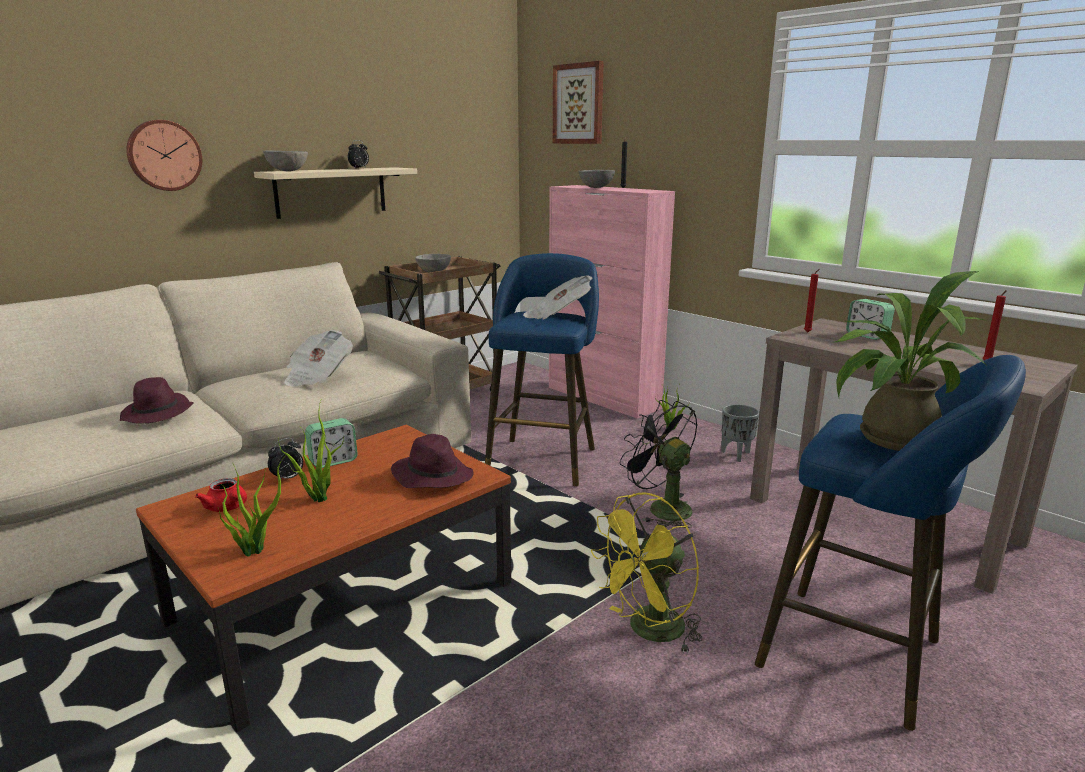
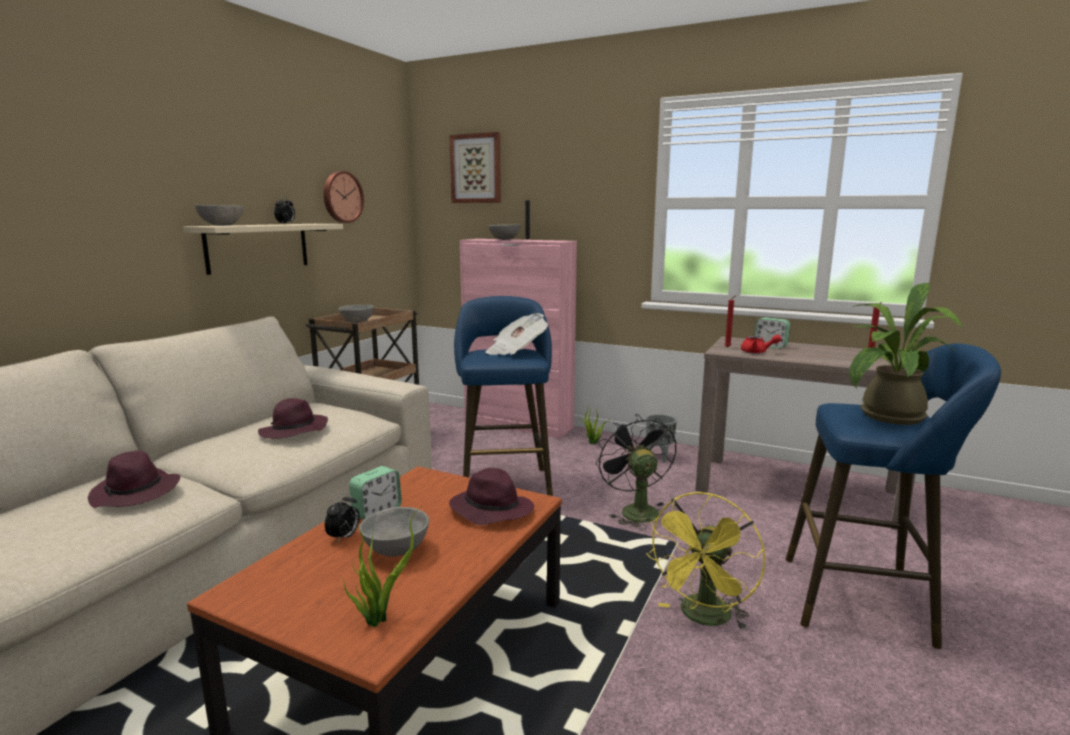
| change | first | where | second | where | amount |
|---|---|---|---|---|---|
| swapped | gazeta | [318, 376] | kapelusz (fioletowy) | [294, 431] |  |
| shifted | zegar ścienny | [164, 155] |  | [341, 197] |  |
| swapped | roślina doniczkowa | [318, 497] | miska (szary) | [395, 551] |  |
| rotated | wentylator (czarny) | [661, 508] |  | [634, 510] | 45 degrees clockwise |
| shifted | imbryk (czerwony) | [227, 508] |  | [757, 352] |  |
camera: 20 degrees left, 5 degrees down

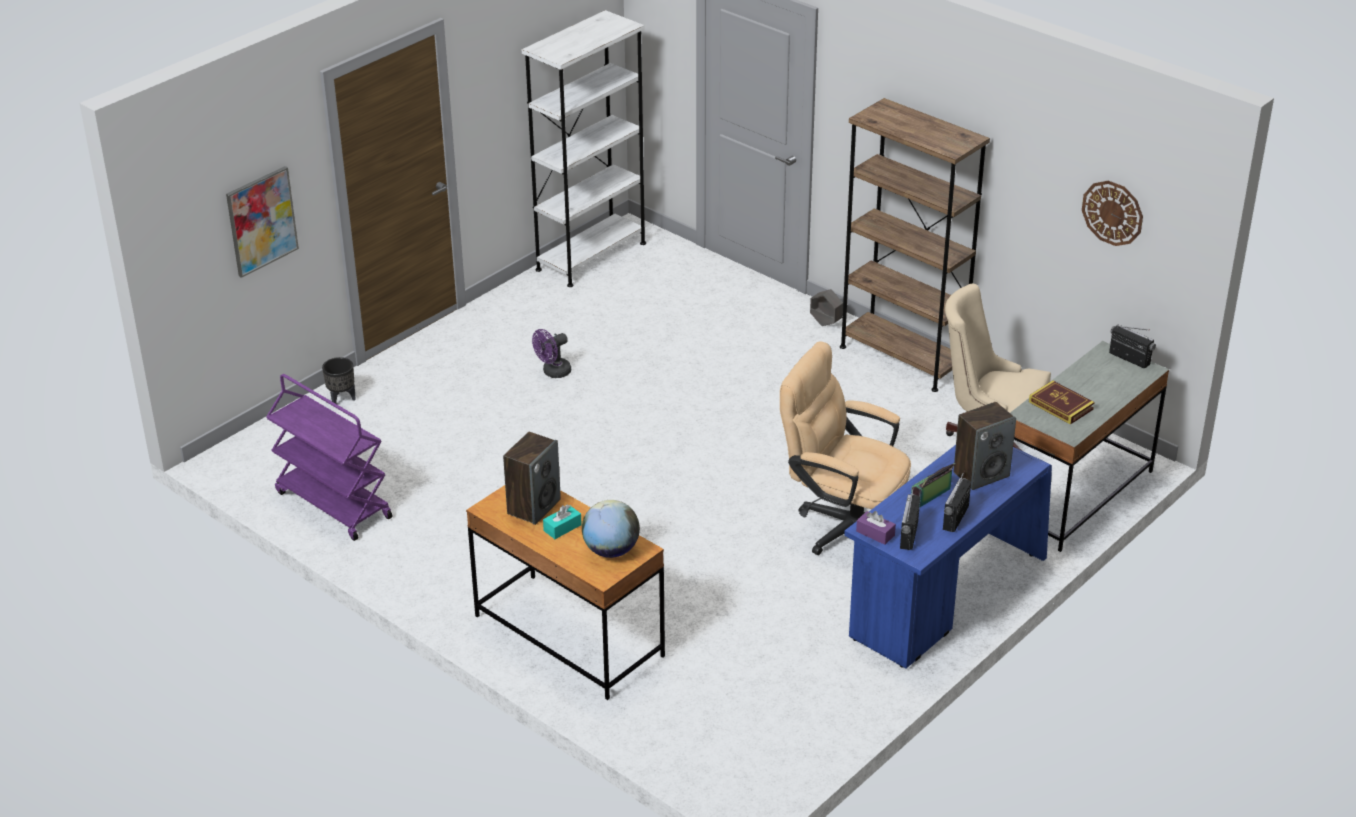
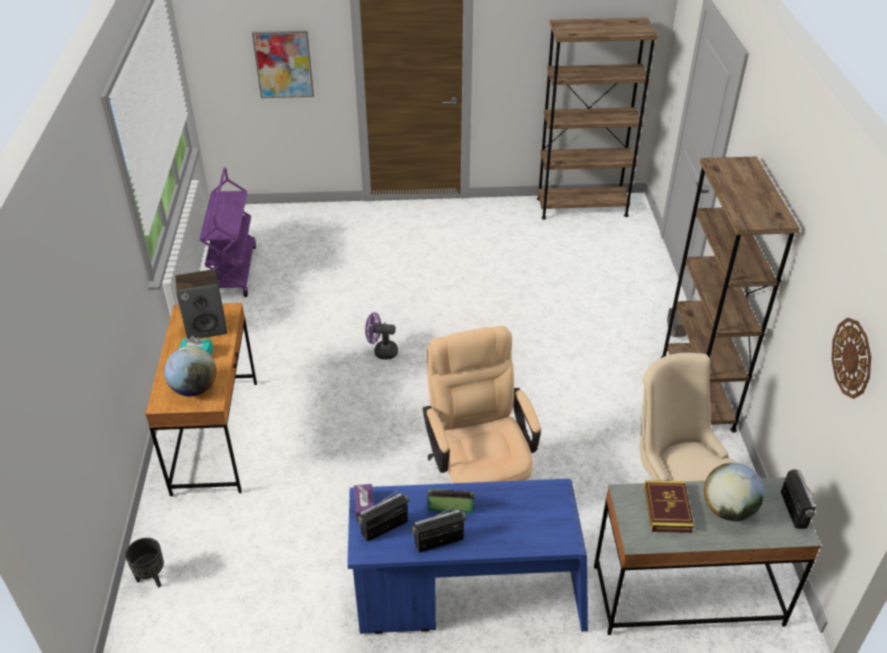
| change | first | where | second | where | amount |
|---|---|---|---|---|---|
| shifted | donica (czarny) | [341, 399] |  | [151, 578] |  |
| shifted | wentylator (fioletowy) | [553, 373] |  | [381, 352] |  |
| repainted | regał (biały) | [591, 256] | regał (brązowy) | [582, 207] |  |
| new |  |  | globus | [728, 510] |  |
| gone | głośnik | [981, 474] |  |  |  |
camera: 45 degrees right, 5 degrees up

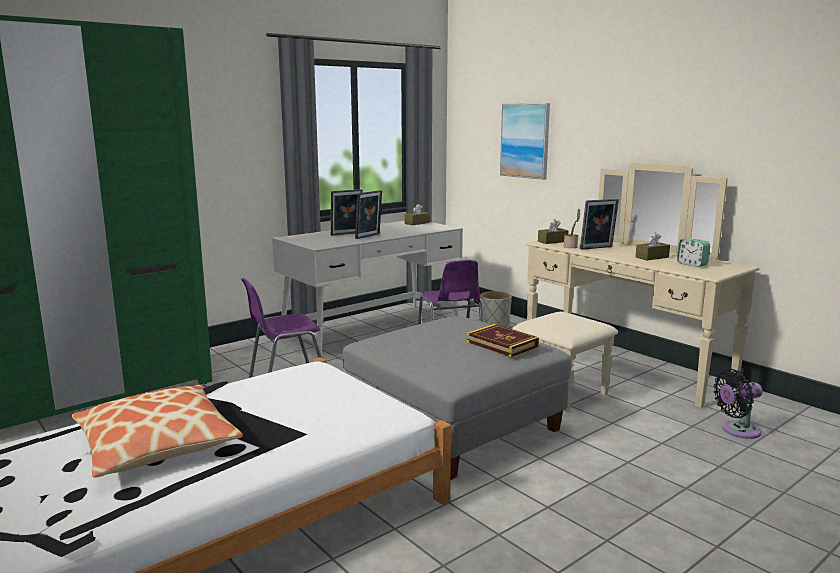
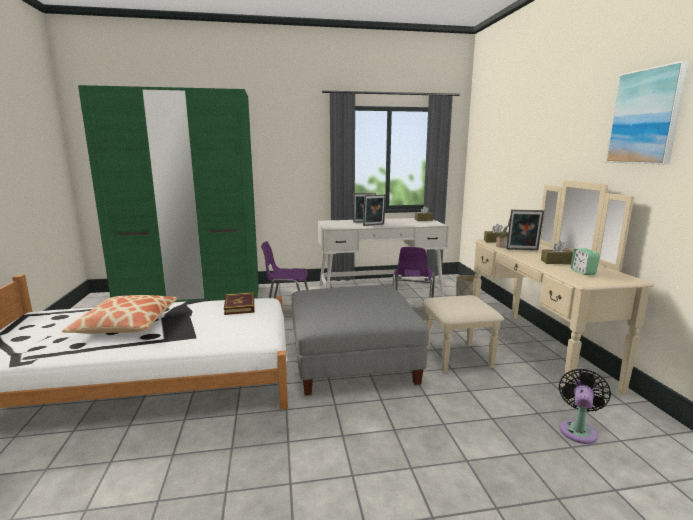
| change | first | where | second | where | amount |
|---|---|---|---|---|---|
| shifted | książka | [501, 344] |  | [239, 306] |  |
| rotated | wentylator (czarny) | [737, 431] |  | [578, 430] | 105 degrees clockwise |
| shifted | obraz | [525, 140] |  | [645, 117] |  |
camera: 30 degrees right, 0 degrees up

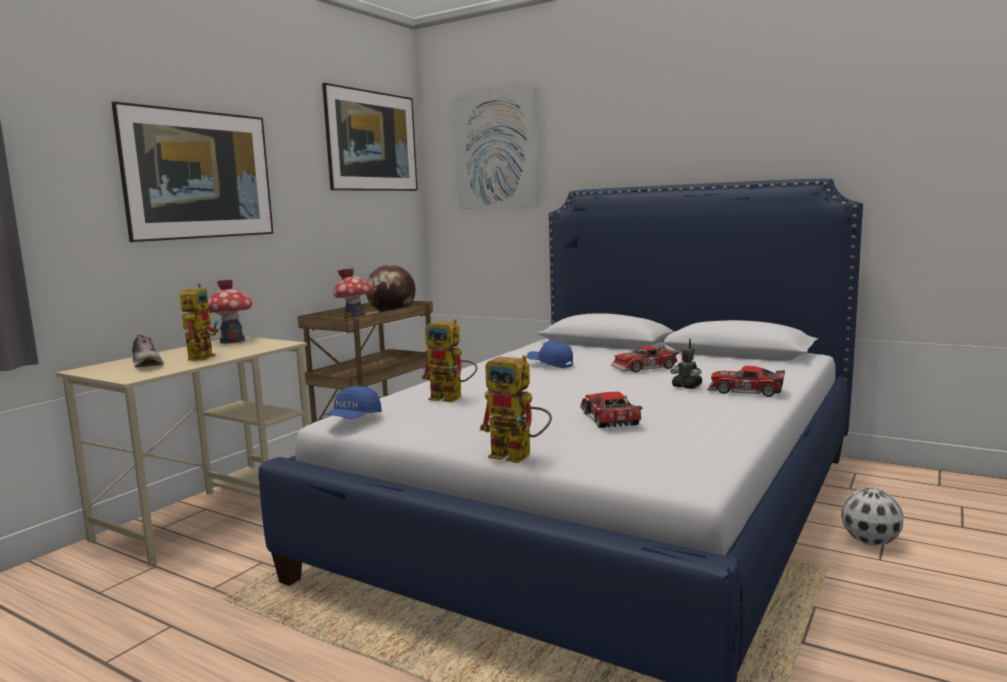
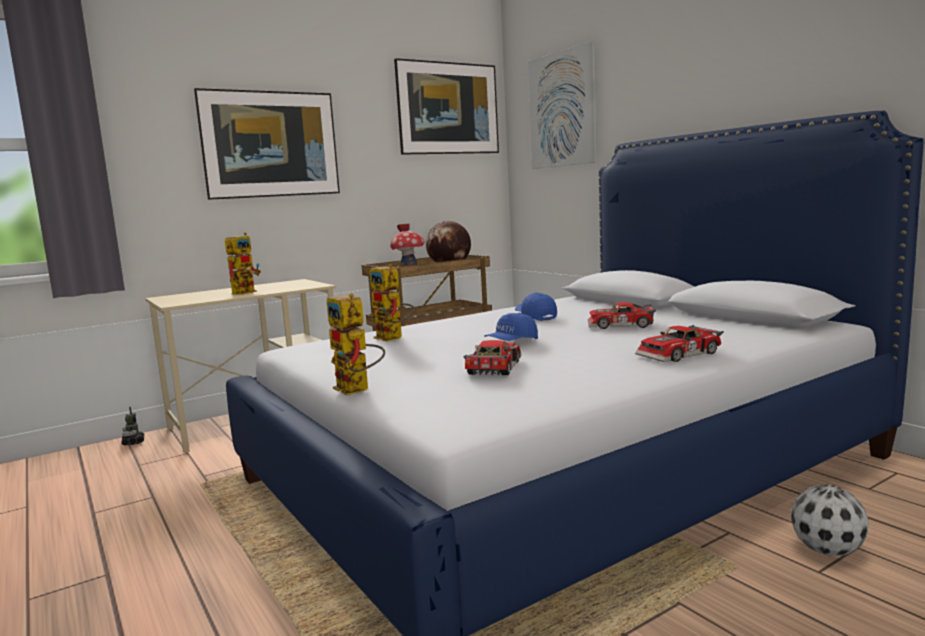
| change | first | where | second | where | amount |
|---|---|---|---|---|---|
| shifted | robot zabawkowy | [687, 386] |  | [133, 442] |  |
| shifted | czapka z daszkiem (niebieski) | [353, 419] |  | [511, 342] |  |
| rotated | samochodzik | [745, 391] |  | [681, 354] | 75 degrees counterclockwise |
| gone | but | [147, 364] |  |  |  |
| gone | domek | [232, 341] |  |  |  |
camera: 25 degrees right, 0 degrees up

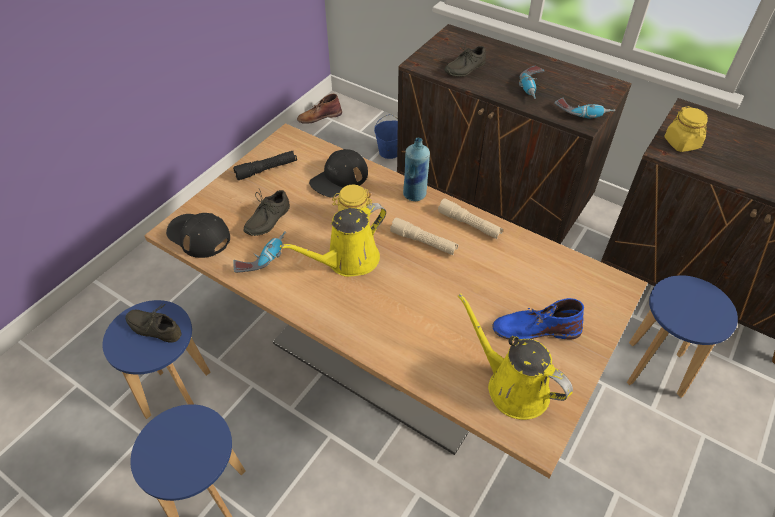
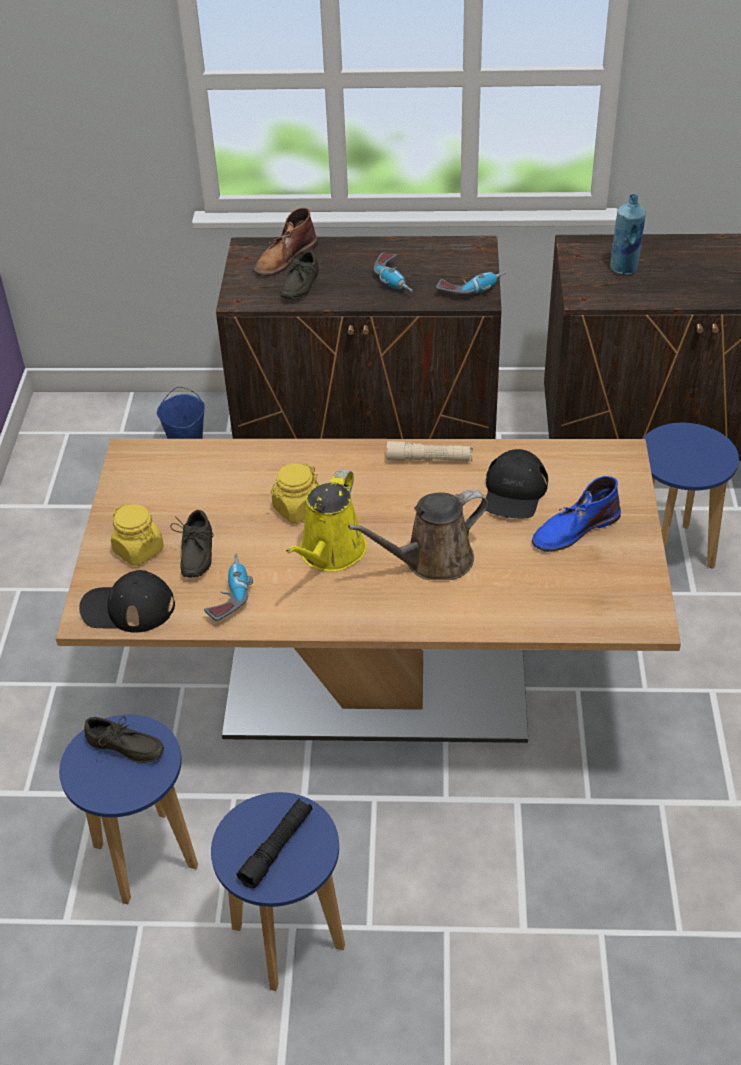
| change | first | where | second | where | amount |
|---|---|---|---|---|---|
| rotated | but (szary) | [156, 327] |  | [124, 749] | 150 degrees counterclockwise |
| shifted | słoik (żółty) | [682, 143] |  | [139, 550] |  |
| shifted | latarka (czarny) | [266, 169] |  | [277, 848] |  |
| shifted | but z cholewką (brązowy) | [319, 116] |  | [284, 258] |  |
| new |  |  | konewka (brązowy) | [432, 561] |  |
| shifted | czapka z daszkiem (czarny) | [339, 178] |  | [514, 492] |  |
| shifted | butelka (niebieski) | [415, 194] |  | [624, 269] |  |
| gone | latarka (beżowy) | [423, 242] |  |  |  |
| gone | konewka (żółty) | [512, 386] |  |  |  |
camera: 30 degrees left, 5 degrees down

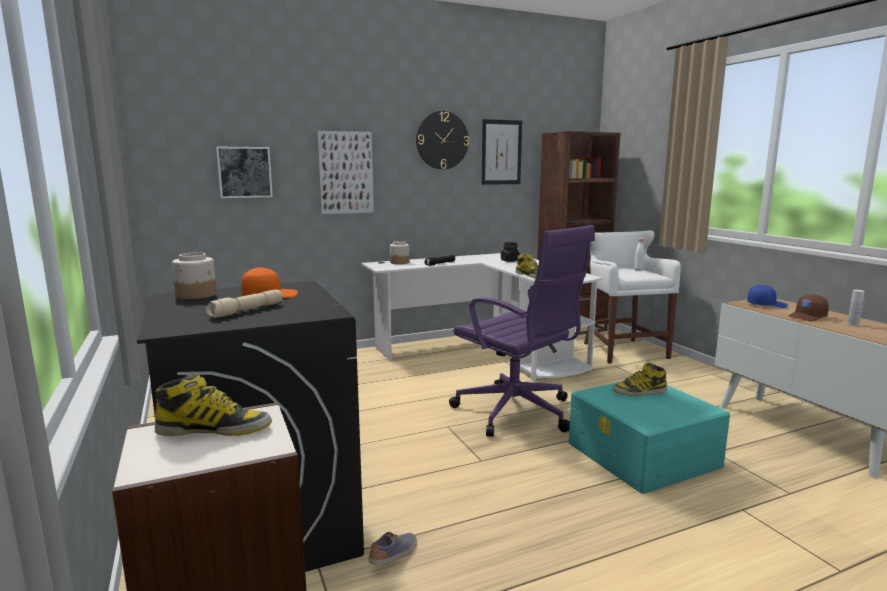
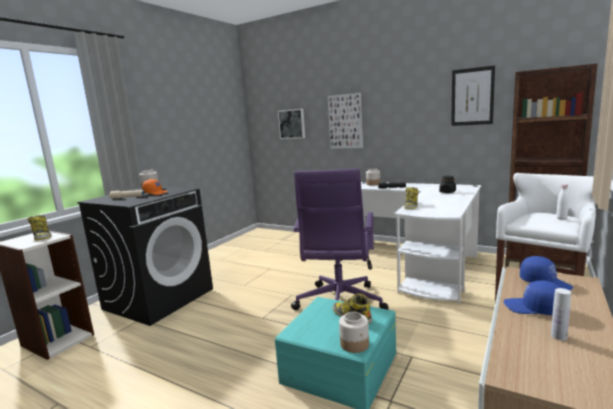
| change | first | where | second | where | amount |
|---|---|---|---|---|---|
| new |  |  | słoik | [355, 344] |  |
| repainted | czapka z daszkiem (brązowy) | [807, 317] | czapka z daszkiem (niebieski) | [533, 308] |  |
| gone | but | [394, 556] |  |  |  |
| gone | zegar ścienny | [442, 140] |  |  |  |
camera: 55 degrees right, 0 degrees up

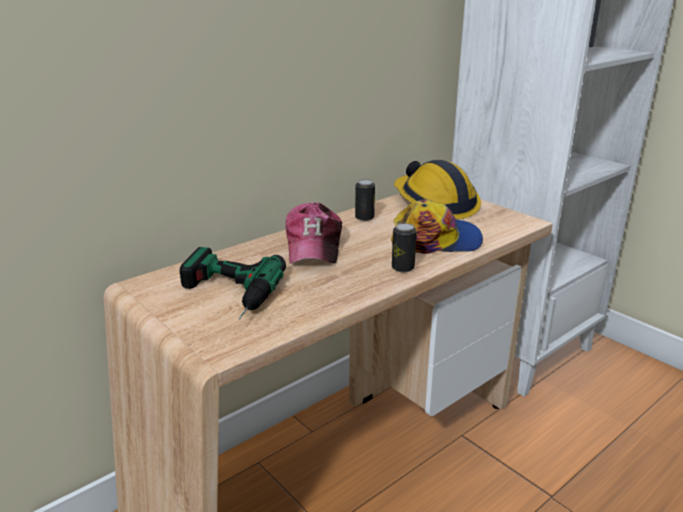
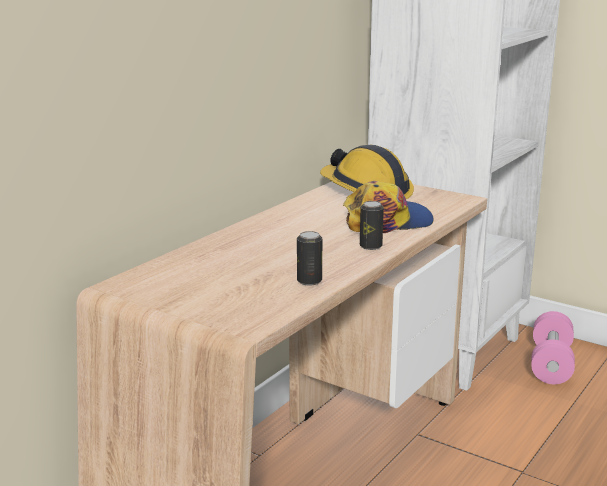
| change | first | where | second | where | amount |
|---|---|---|---|---|---|
| shifted | puszka | [364, 218] |  | [309, 281] |  |
| new |  |  | hantel (różowy) | [551, 364] |  |
| gone | wiertarka | [224, 295] |  |  |  |
| gone | czapka z daszkiem | [314, 246] |  |  |  |
camera: 15 degrees left, 5 degrees down

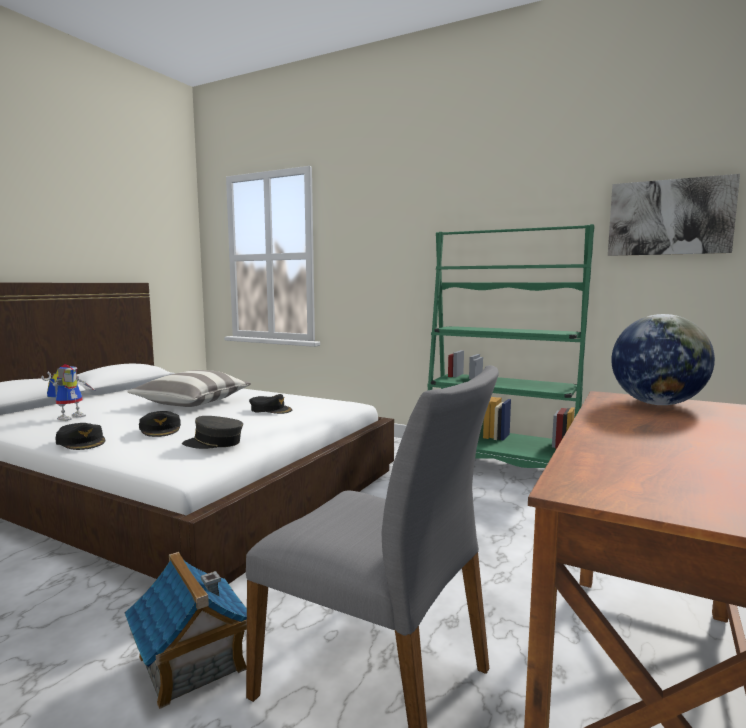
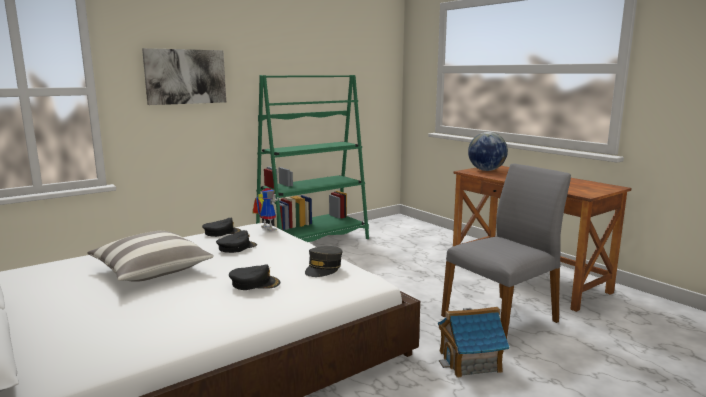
| change | first | where | second | where | amount |
|---|---|---|---|---|---|
| shifted | obraz | [669, 217] |  | [185, 76] |  |
| shifted | czapka z daszkiem (czarny) | [81, 442] |  | [222, 232] |  |
| shifted | robot zabawkowy | [71, 417] |  | [265, 229] |  |
camera: 65 degrees left, 5 degrees up

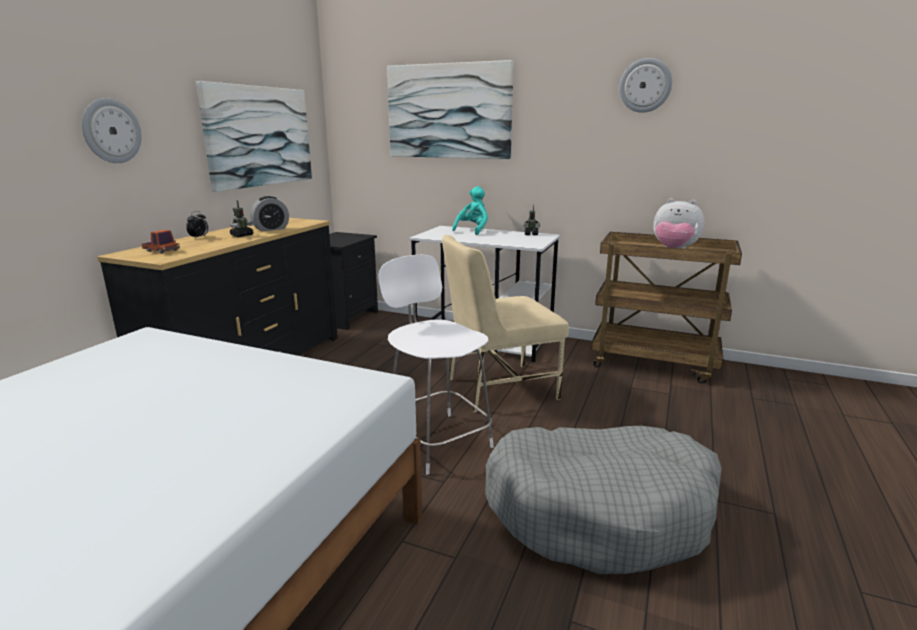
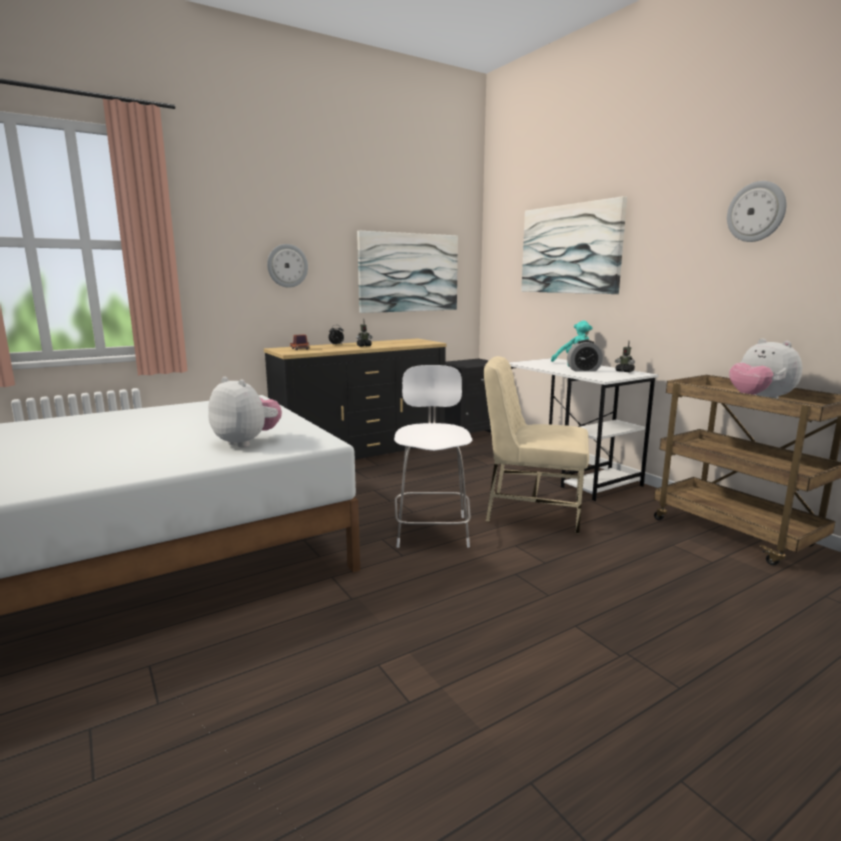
| change | first | where | second | where | amount |
|---|---|---|---|---|---|
| new |  |  | pluszak | [247, 442] |  |
| shifted | budzik | [271, 229] |  | [583, 370] |  |
| gone | legowisko (szary) | [600, 511] |  |  |  |
camera: 35 degrees right, 5 degrees down

